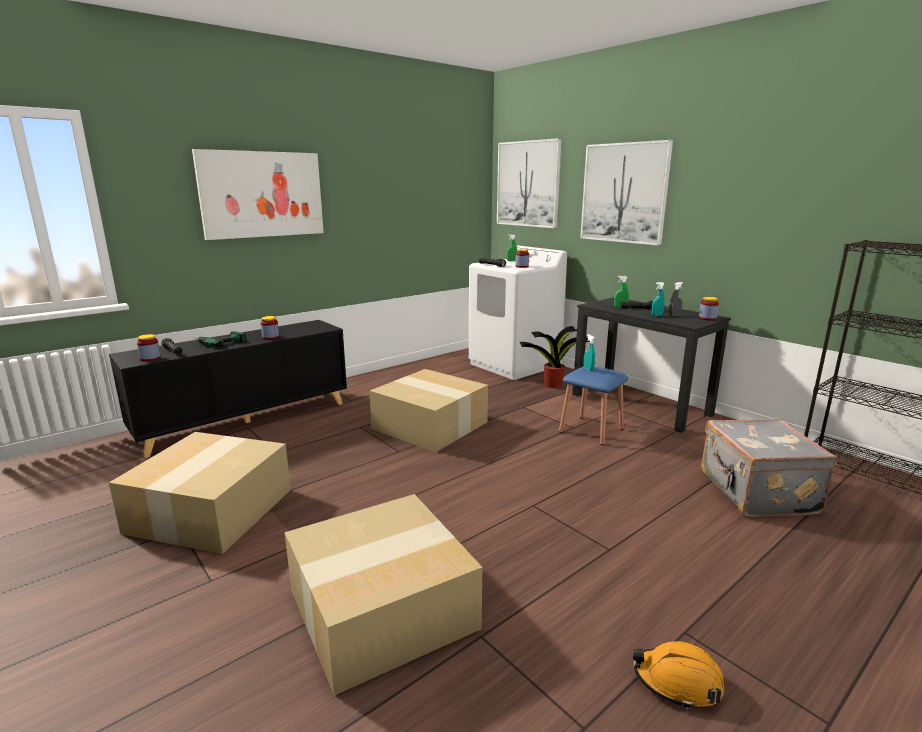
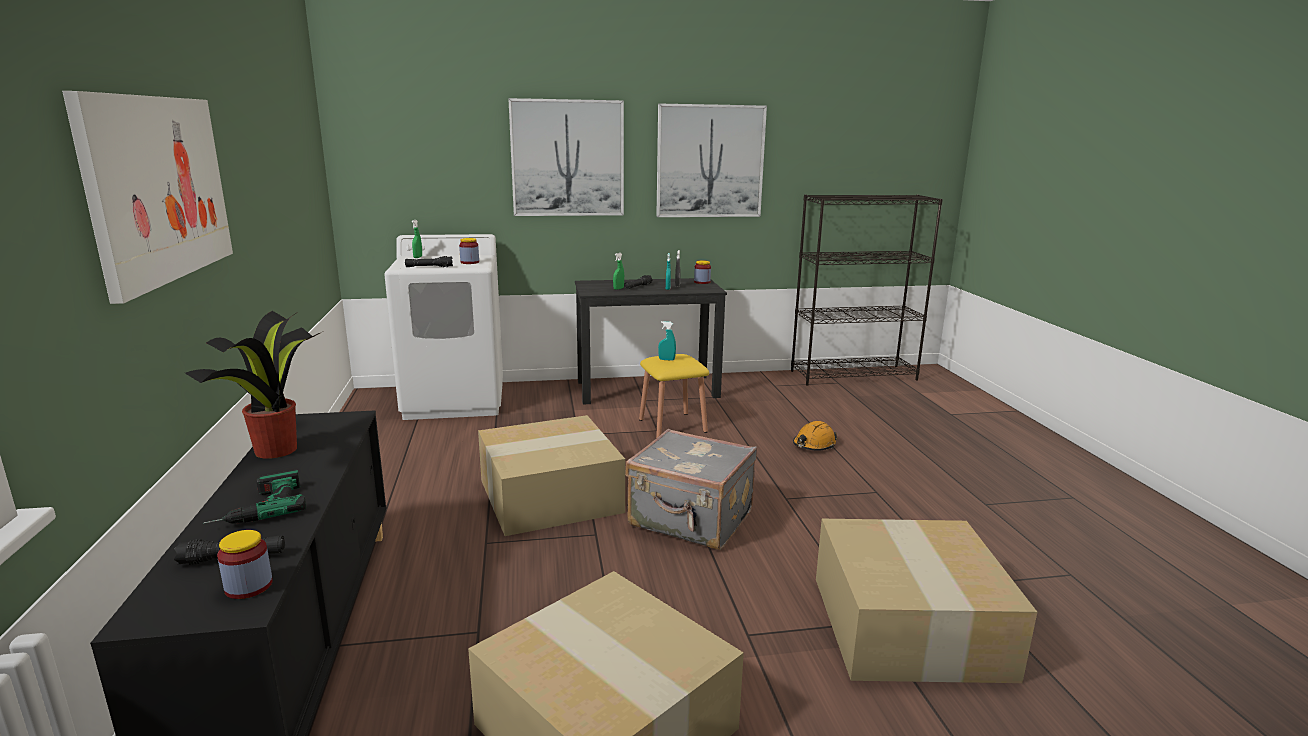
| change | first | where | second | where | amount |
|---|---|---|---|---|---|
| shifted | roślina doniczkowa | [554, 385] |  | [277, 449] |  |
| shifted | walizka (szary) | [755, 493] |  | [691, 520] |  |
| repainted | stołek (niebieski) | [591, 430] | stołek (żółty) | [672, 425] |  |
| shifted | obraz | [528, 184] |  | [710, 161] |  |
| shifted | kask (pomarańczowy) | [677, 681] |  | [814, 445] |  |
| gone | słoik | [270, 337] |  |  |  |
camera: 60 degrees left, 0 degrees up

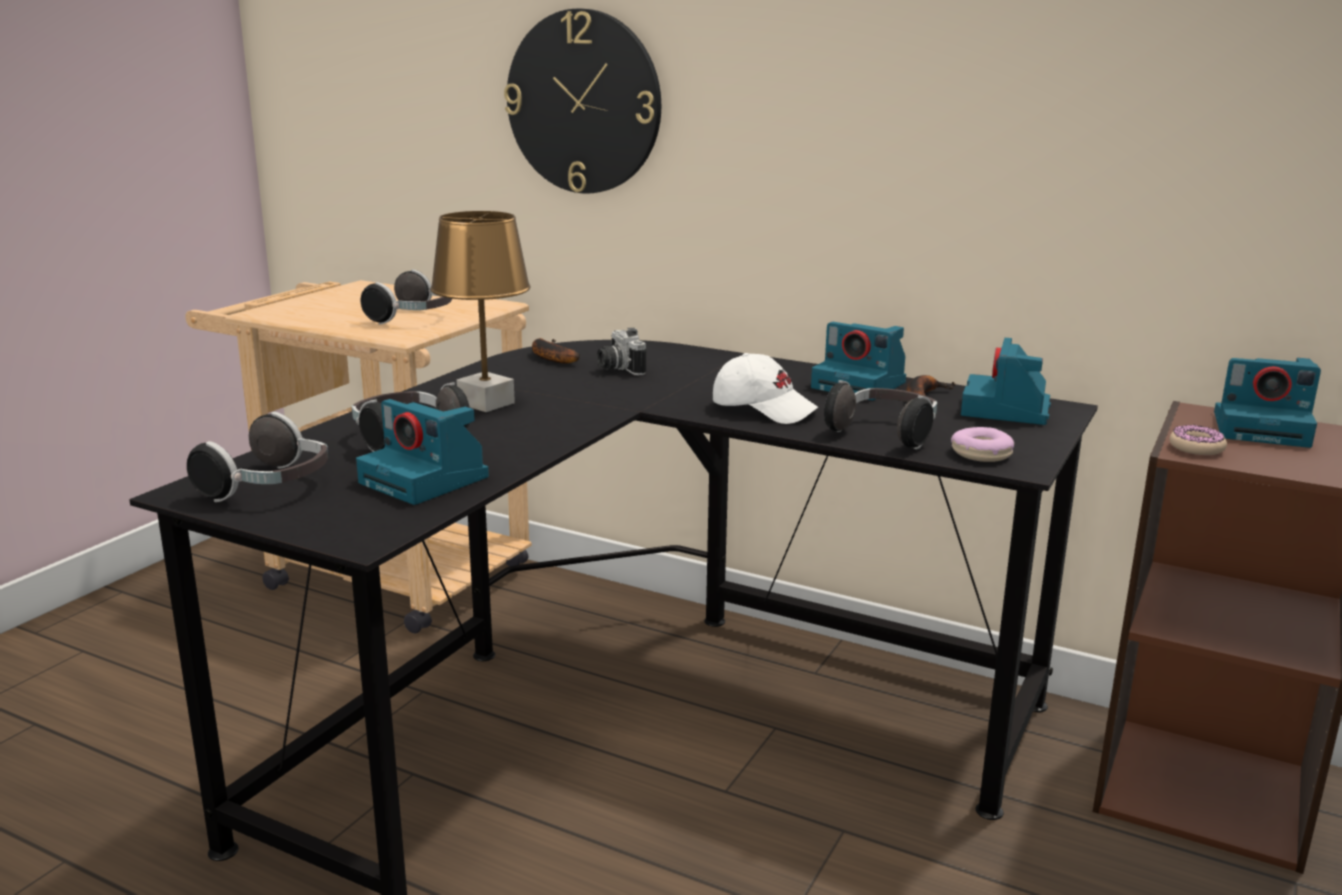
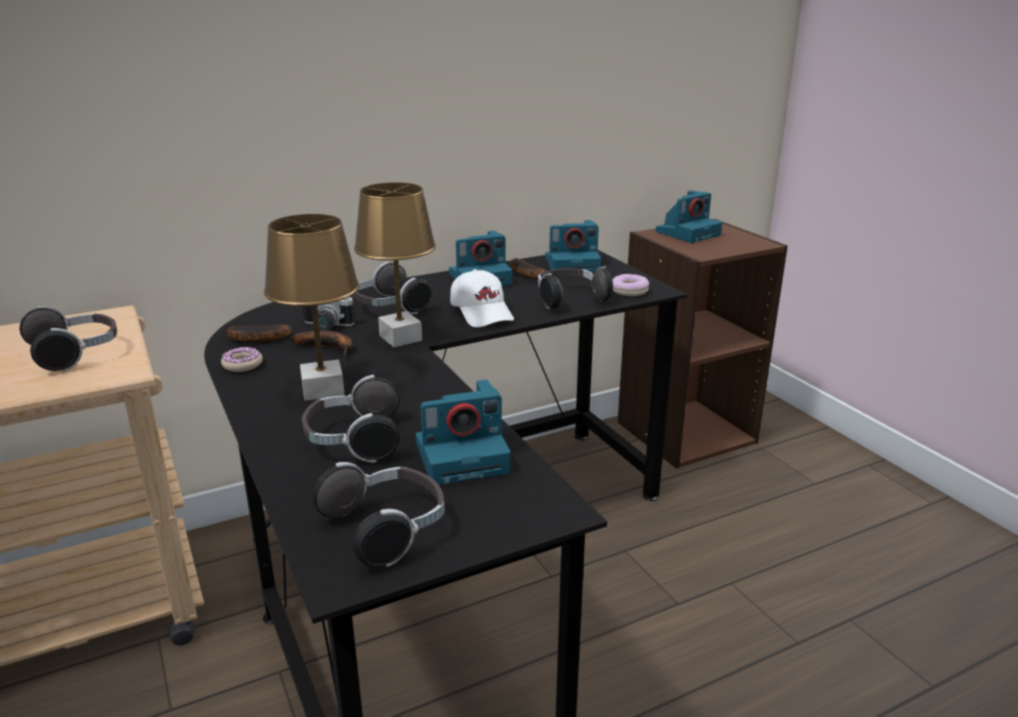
| change | first | where | second | where | amount |
|---|---|---|---|---|---|
| shifted | donut | [1196, 448] |  | [242, 365] |  |
| new |  |  | banan | [329, 347] |  |
| new |  |  | słuchawki | [388, 307] |  |
| new |  |  | lampa stołowa (brązowy) | [401, 338] |  |
| rotated | czapka z daszkiem (biały) | [764, 409] |  | [482, 313] | 90 degrees clockwise |
| rotated | aparat fotograficzny | [1006, 410] |  | [573, 264] | 60 degrees counterclockwise |
| gone | zegar ścienny | [584, 102] |  |  |  |
camera: 55 degrees left, 5 degrees up

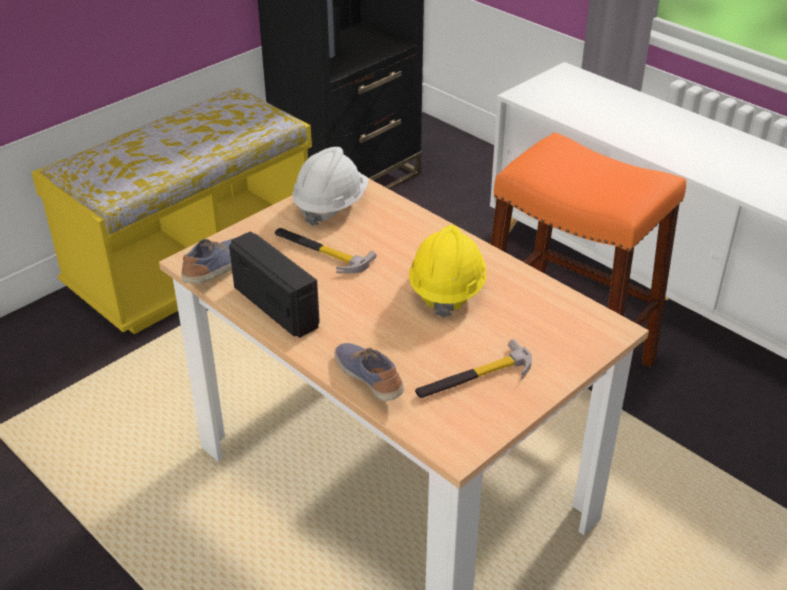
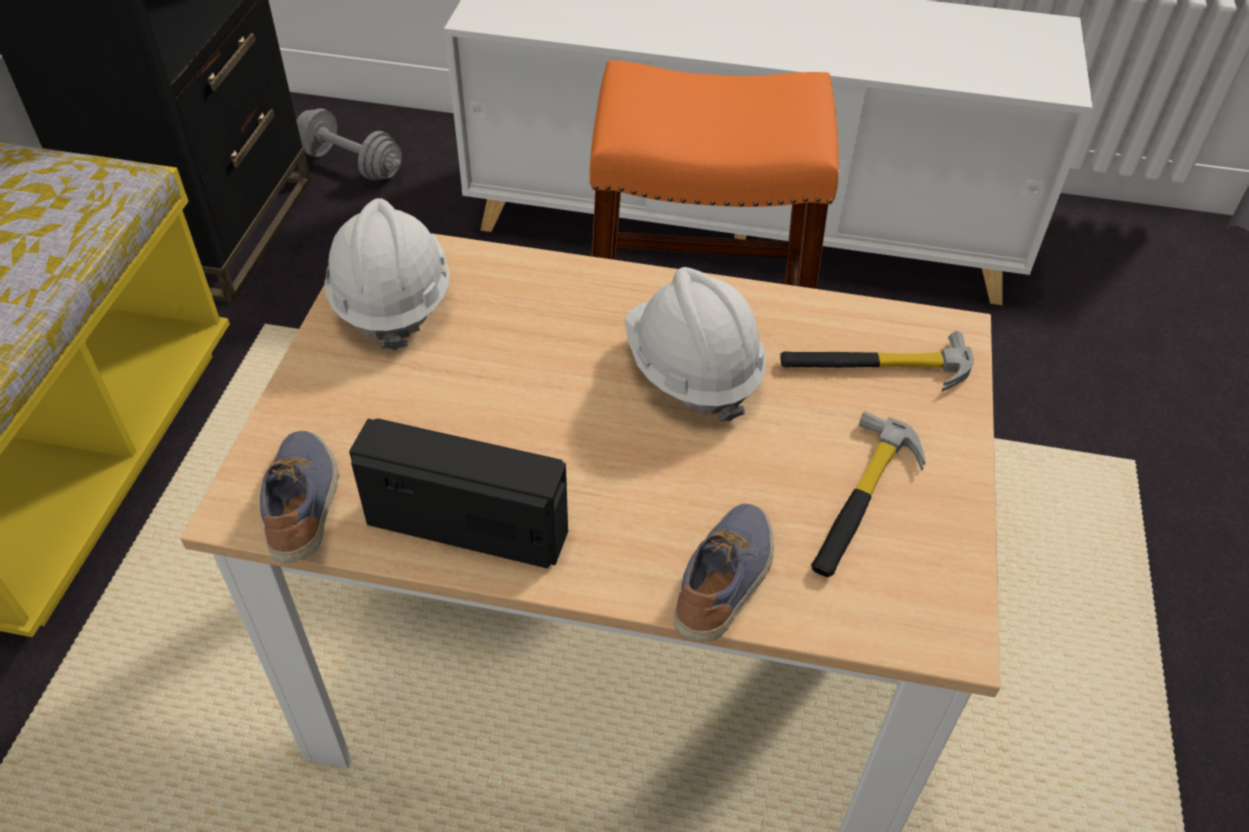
| change | first | where | second | where | amount |
|---|---|---|---|---|---|
| new |  |  | hantel (szary) | [351, 164] |  |
| repainted | kask (żółty) | [447, 289] | kask (biały) | [692, 371] |  |
| rotated | but | [369, 379] |  | [726, 583] | 90 degrees clockwise |
| shifted | młotek | [320, 252] |  | [875, 366] |  |
camera: 35 degrees left, 10 degrees up

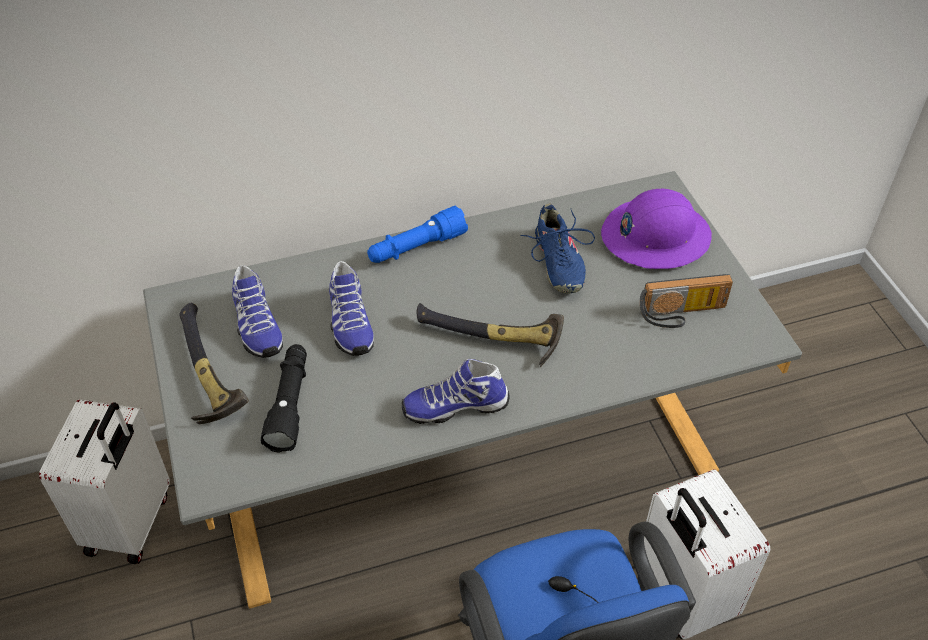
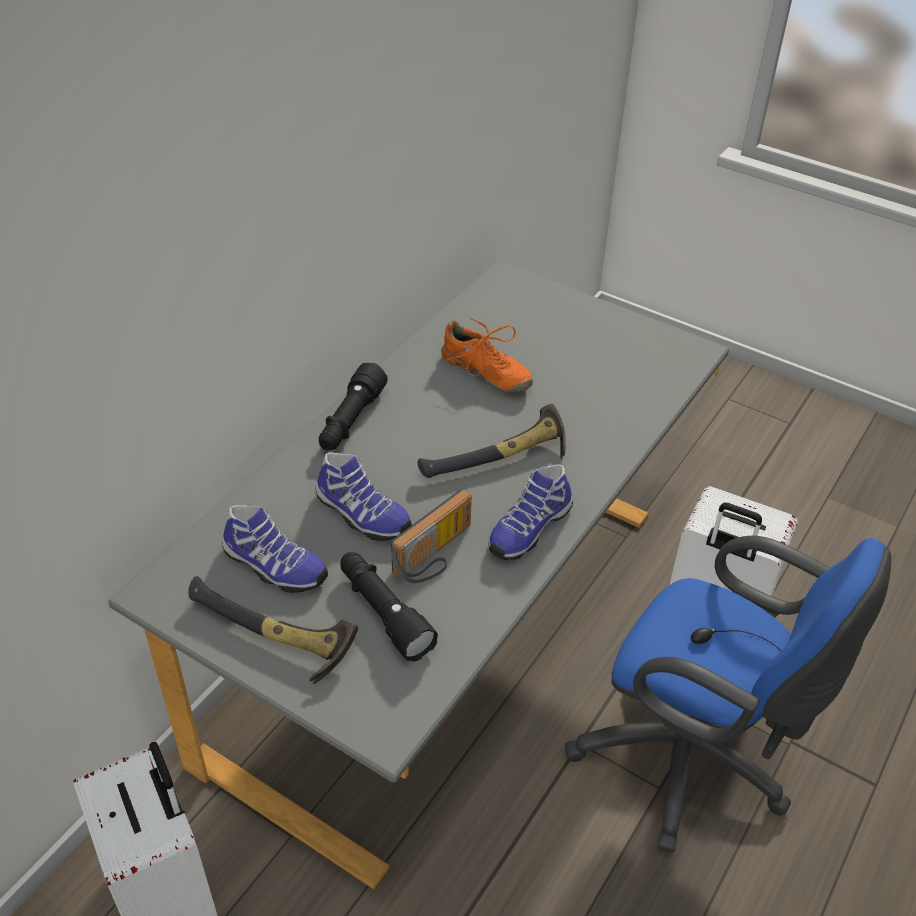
| change | first | where | second | where | amount |
|---|---|---|---|---|---|
| repainted | latarka (niebieski) | [416, 247] | latarka (czarny) | [350, 421] |  |
| shifted | radio | [682, 314] |  | [436, 556] |  |
| repainted | but (niebieski) | [557, 263] | but (pomarańczowy) | [485, 373] |  |
| gone | kask (fioletowy) | [655, 236] |  |  |  |
camera: 40 degrees left, 5 degrees down

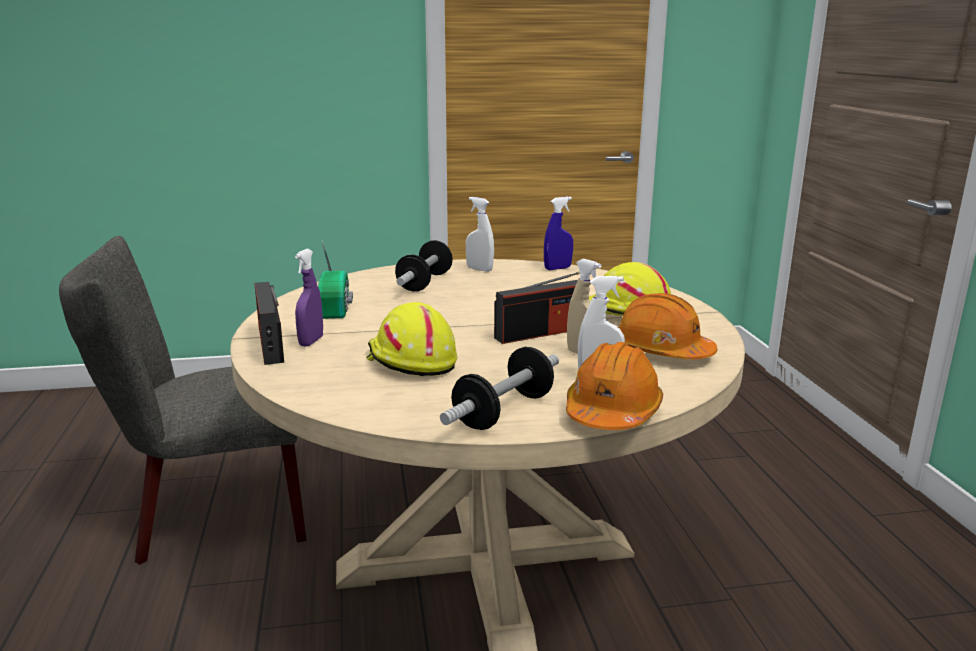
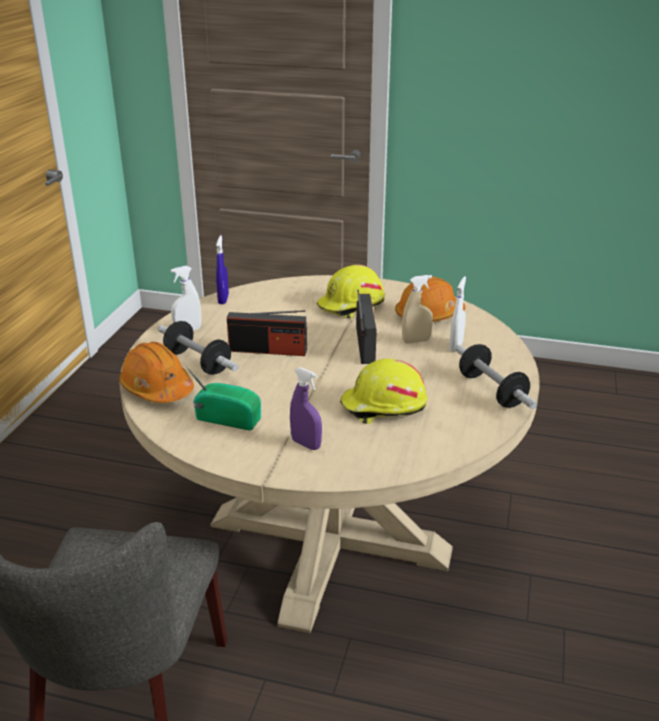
| change | first | where | second | where | amount |
|---|---|---|---|---|---|
| shifted | kask (pomarańczowy) | [612, 412] |  | [157, 388] |  |
| shifted | radio | [270, 345] |  | [268, 350] |  |
camera: 65 degrees left, 10 degrees up

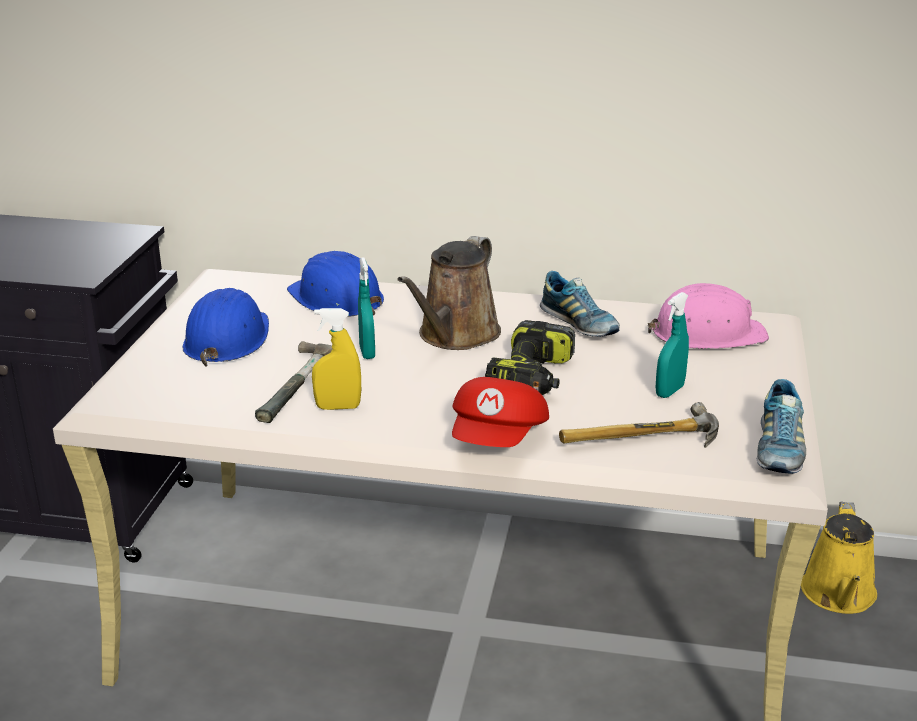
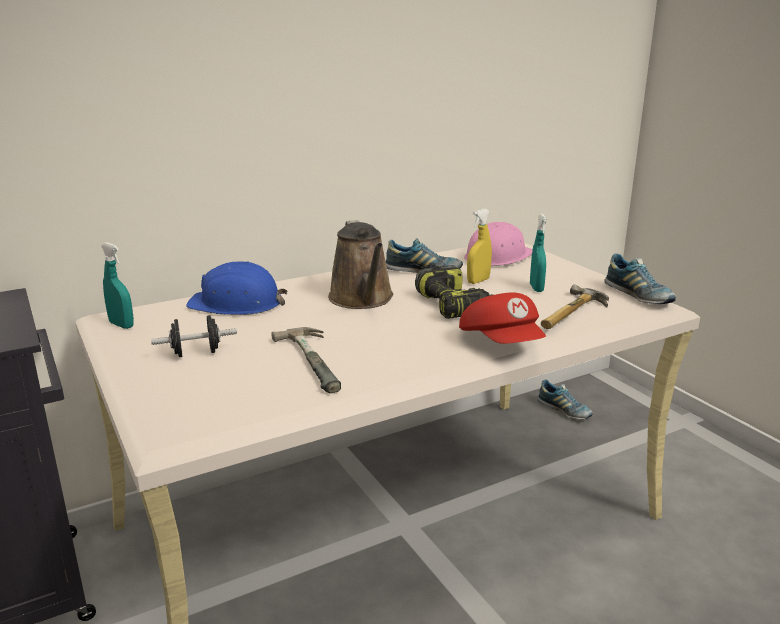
| change | first | where | second | where | amount |
|---|---|---|---|---|---|
| shifted | spryskiwacz (turkusowy) | [367, 352] |  | [121, 325] |  |
| swapped | kask (niebieski) | [227, 339] | hantel (czarny) | [196, 353] |  |
| shifted | spryskiwacz (żółty) | [338, 407] |  | [478, 281] |  |
| swapped | konewka (żółty) | [839, 595] | but | [564, 411] |  |
camera: 40 degrees left, 5 degrees down

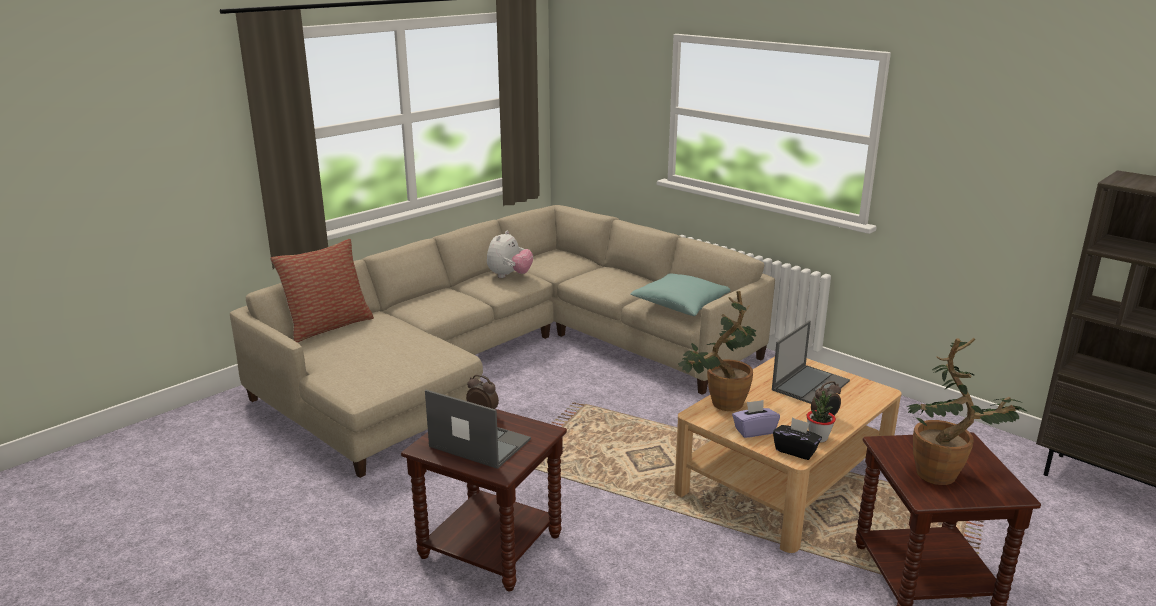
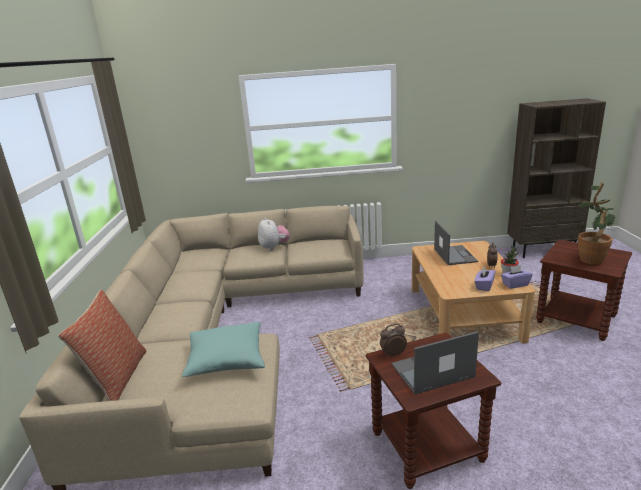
| change | first | where | second | where | amount |
|---|---|---|---|---|---|
| shifted | poduszka (turkusowy) | [680, 305] |  | [226, 359] |  |
| shifted | pluszak | [509, 276] |  | [274, 247] |  |
| repainted | pudełko chusteczek (czarny) | [795, 450] | pudełko chusteczek (fioletowy) | [515, 284] |  |
| gone | roślina doniczkowa | [720, 405] |  |  |  |
camera: 45 degrees left, 0 degrees up

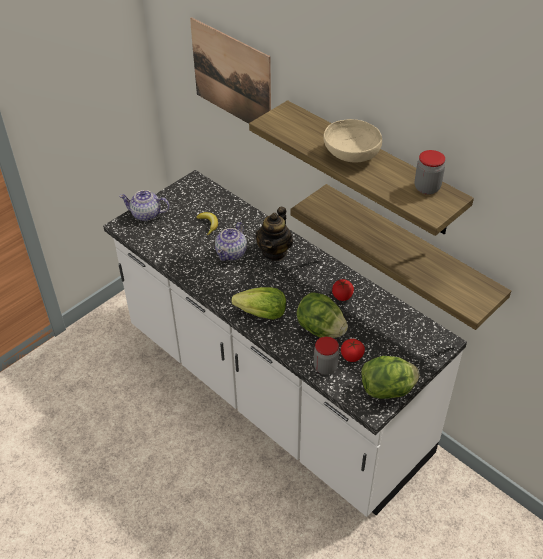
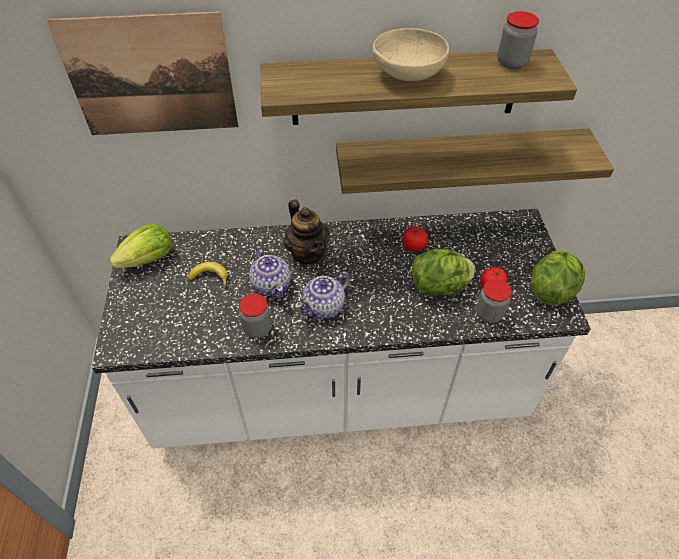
| change | first | where | second | where | amount |
|---|---|---|---|---|---|
| shifted | sałata | [262, 314] |  | [149, 259] |  |
| new |  |  | słoik | [257, 329] |  |
| shifted | imbryk | [146, 214] |  | [324, 307] |  |
camera: 50 degrees left, 5 degrees up

